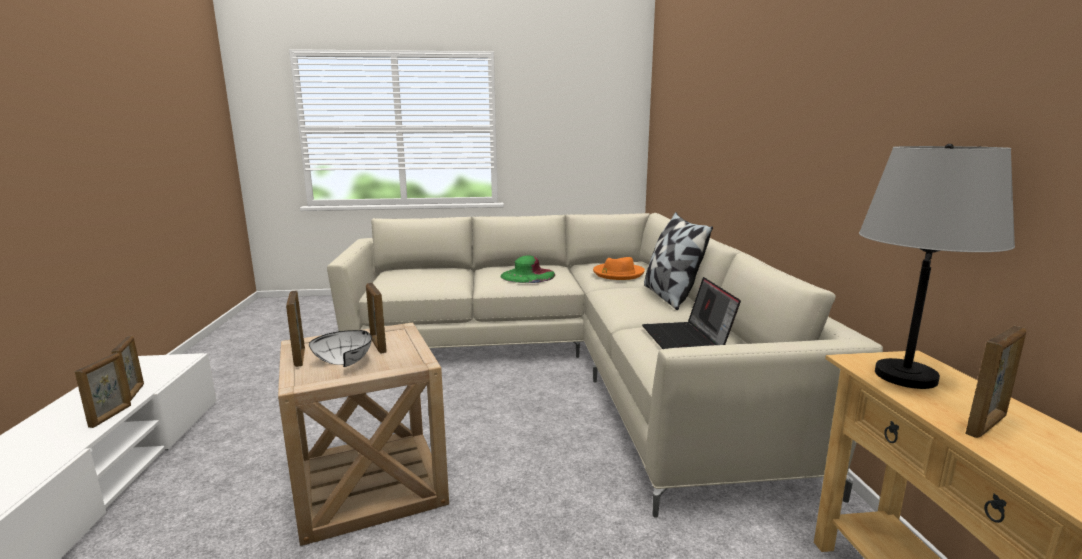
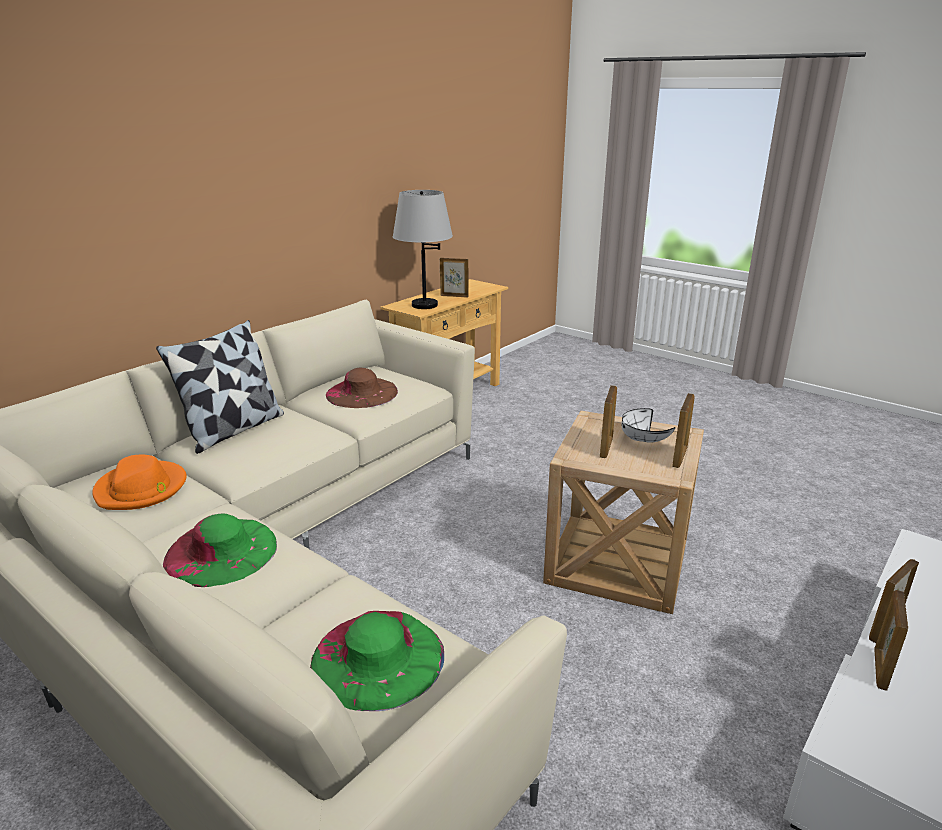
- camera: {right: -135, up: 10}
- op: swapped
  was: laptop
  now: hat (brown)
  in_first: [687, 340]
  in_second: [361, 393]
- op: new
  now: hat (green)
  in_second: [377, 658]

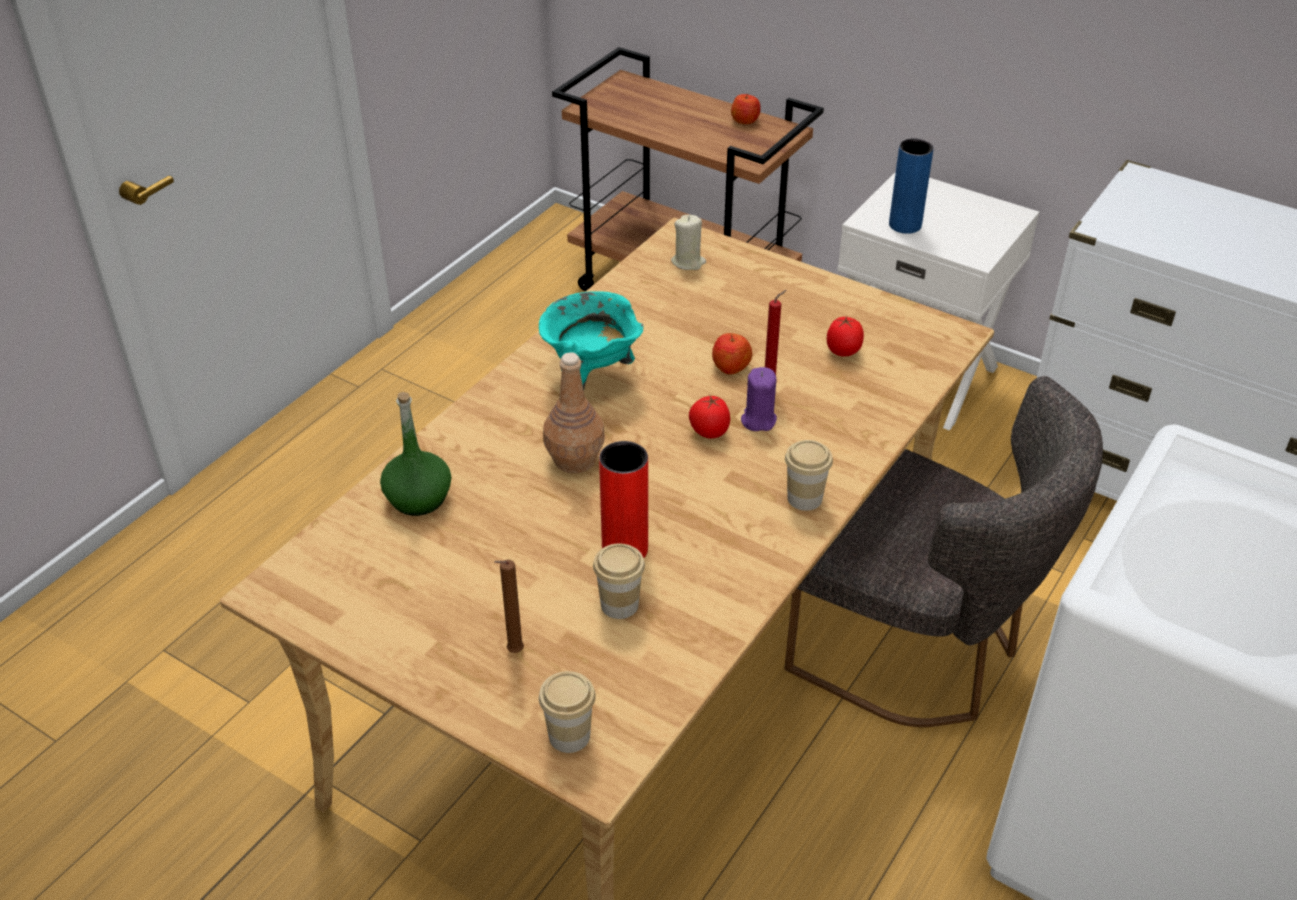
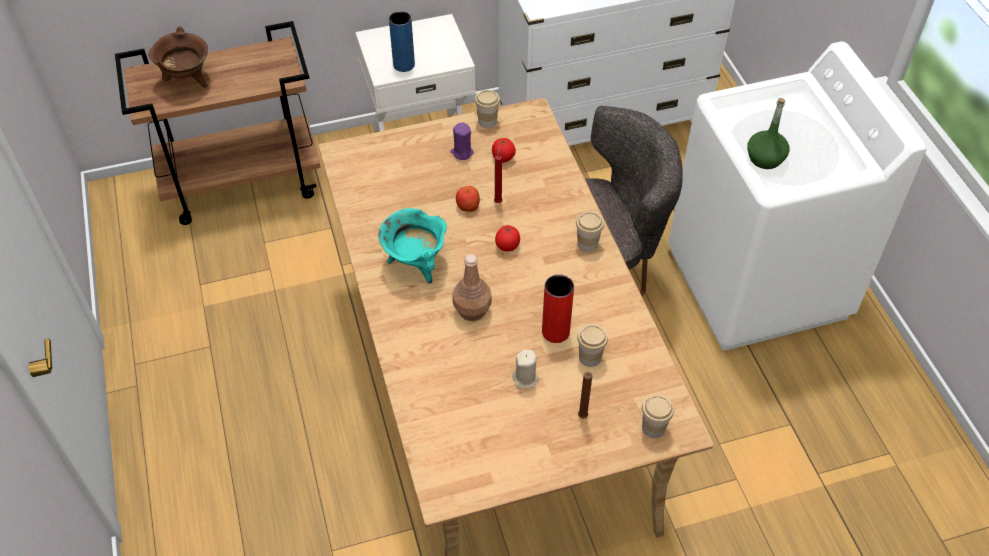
- camera: {right: -50, up: 10}
- op: shifted
  was: bottle (green)
  in_first: [419, 498]
  in_second: [765, 158]
- op: shifted
  was: candle (beige)
  in_first: [688, 262]
  in_second: [525, 378]
- op: gone
  was: apple
  in_first: [745, 120]
- op: shifted
  was: candle (purple)
  in_first: [758, 420]
  in_second: [462, 152]
- op: new
  now: cooking pot (brown)
  in_second: [187, 80]
- op: new
  now: cup
  in_second: [487, 121]

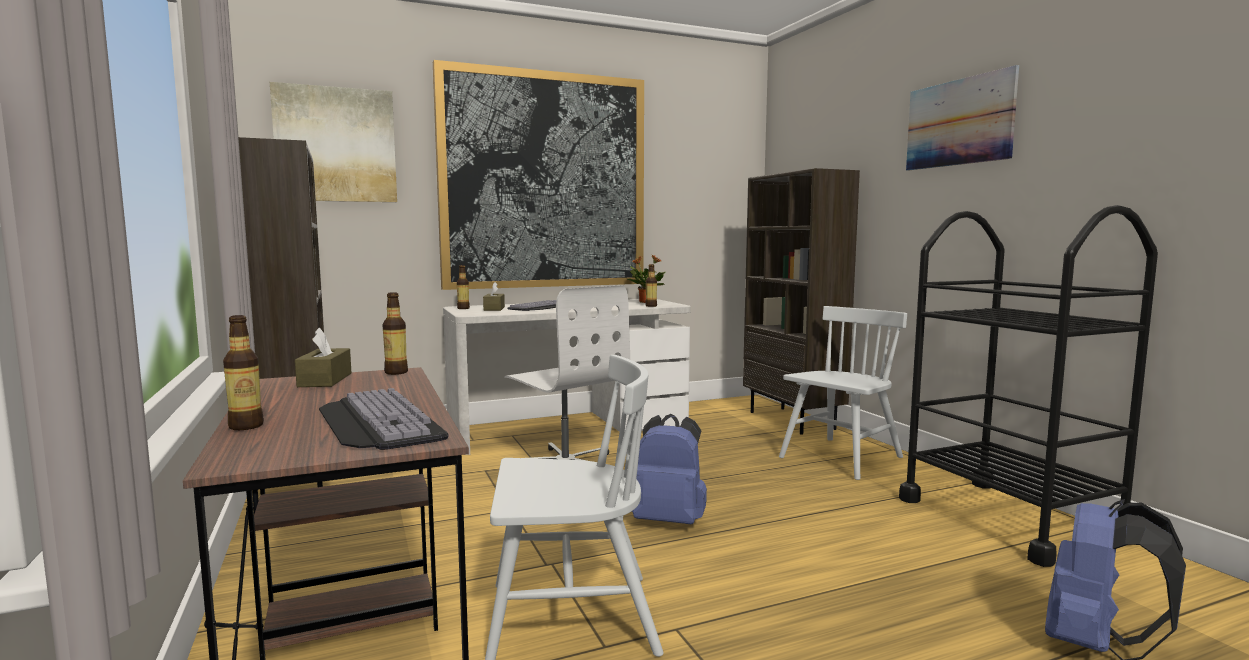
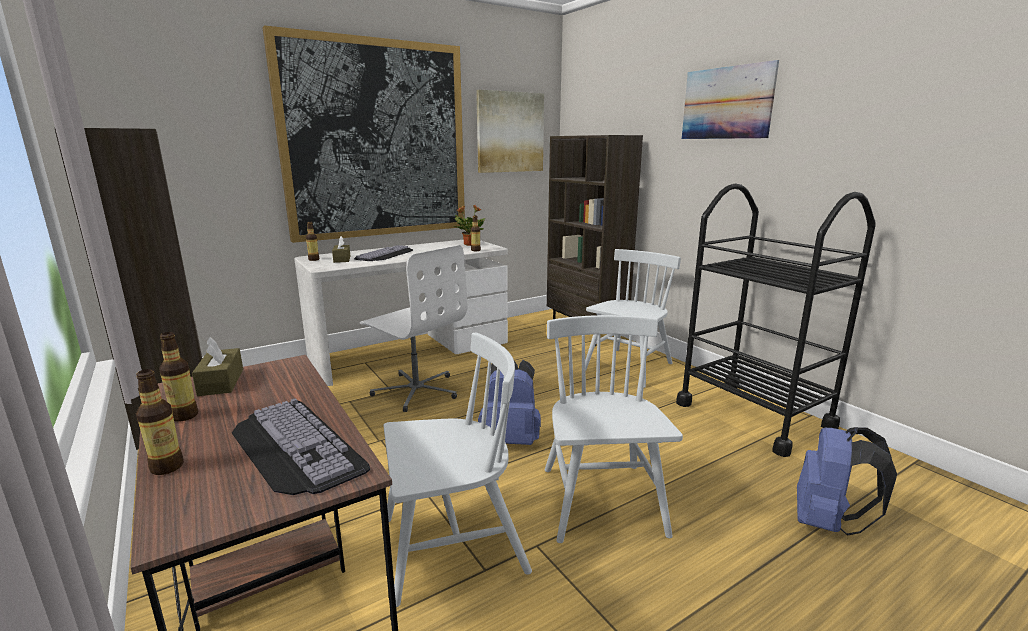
- camera: {right: -10, up: 10}
- op: shifted
  was: picture
  in_first: [336, 145]
  in_second: [510, 132]
- op: shifted
  was: bottle
  in_first: [396, 372]
  in_second: [184, 416]
- op: new
  now: chair (white)
  in_second: [602, 501]

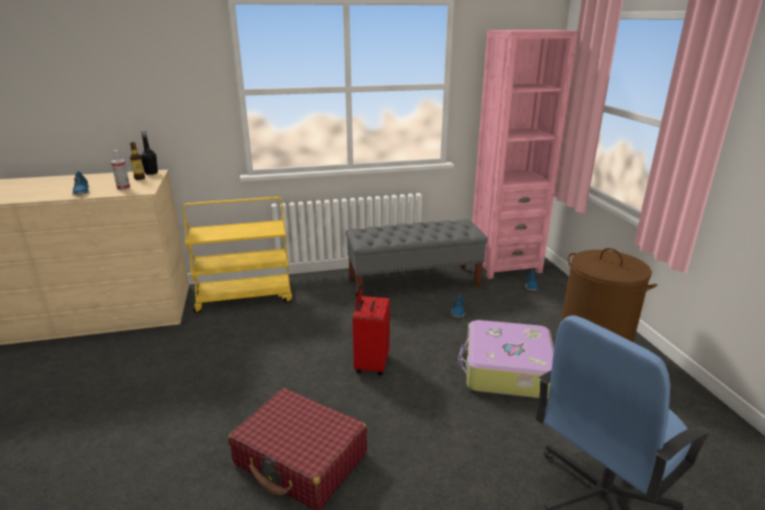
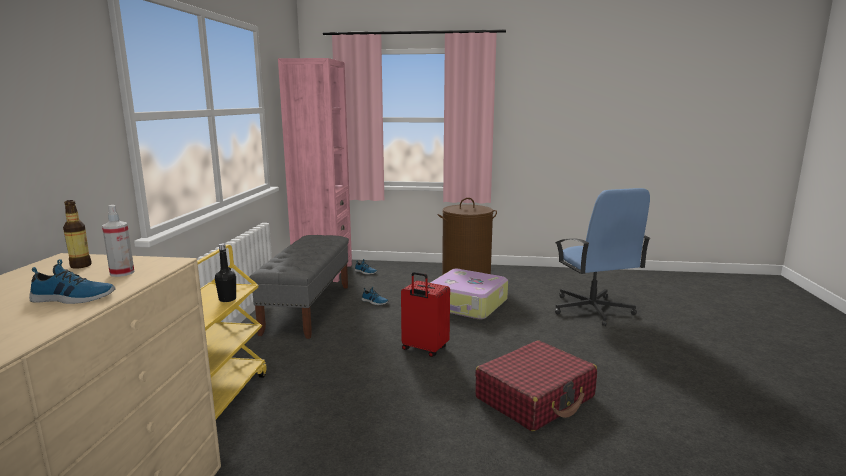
- camera: {right: -70, up: -10}
- op: shifted
  was: bottle (black)
  in_first: [151, 173]
  in_second: [227, 299]

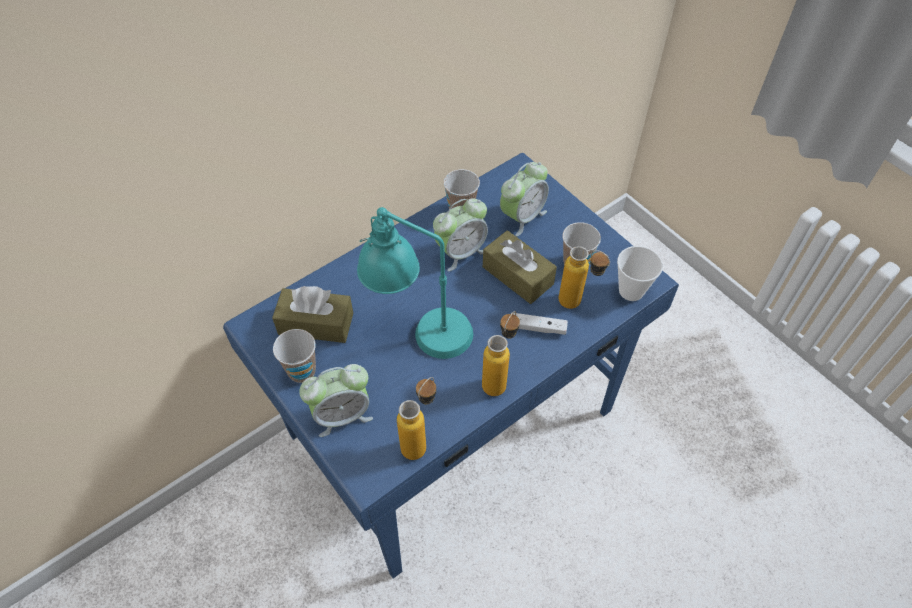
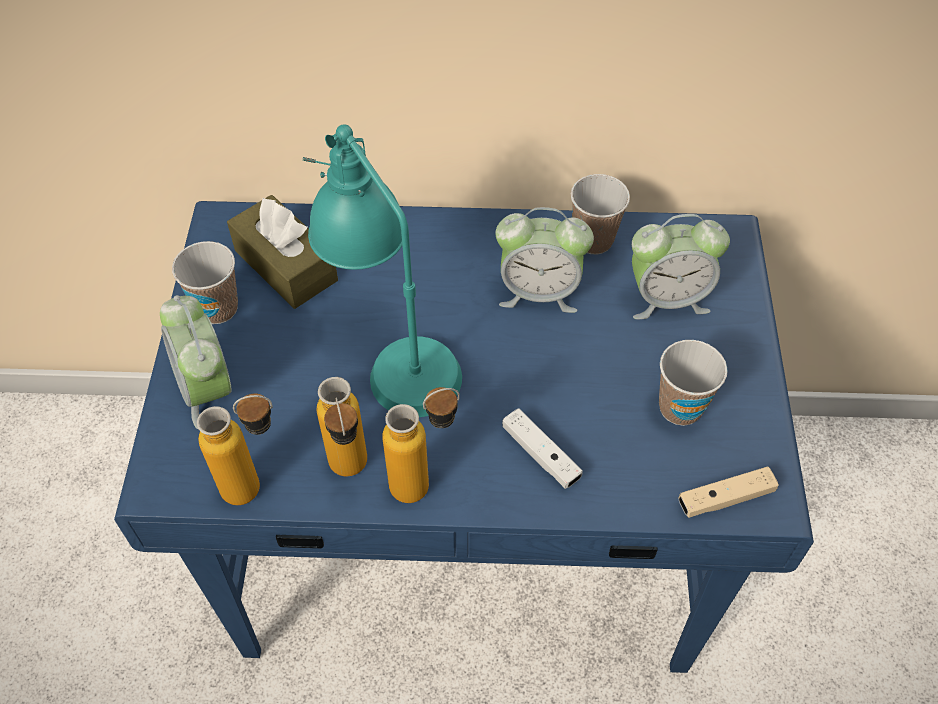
- camera: {right: 40, up: 0}
- op: rotated
  was: alarm clock
  in_first: [342, 415]
  in_second: [207, 389]
  clockwise: 45
- op: gone
  was: tissue box (brown)
  in_first: [517, 275]
- op: shifted
  was: bottle
  in_first: [577, 305]
  in_second: [351, 475]
- op: swapped
  was: cup
  now: game controller (beige)
  in_first: [631, 291]
  in_second: [725, 498]

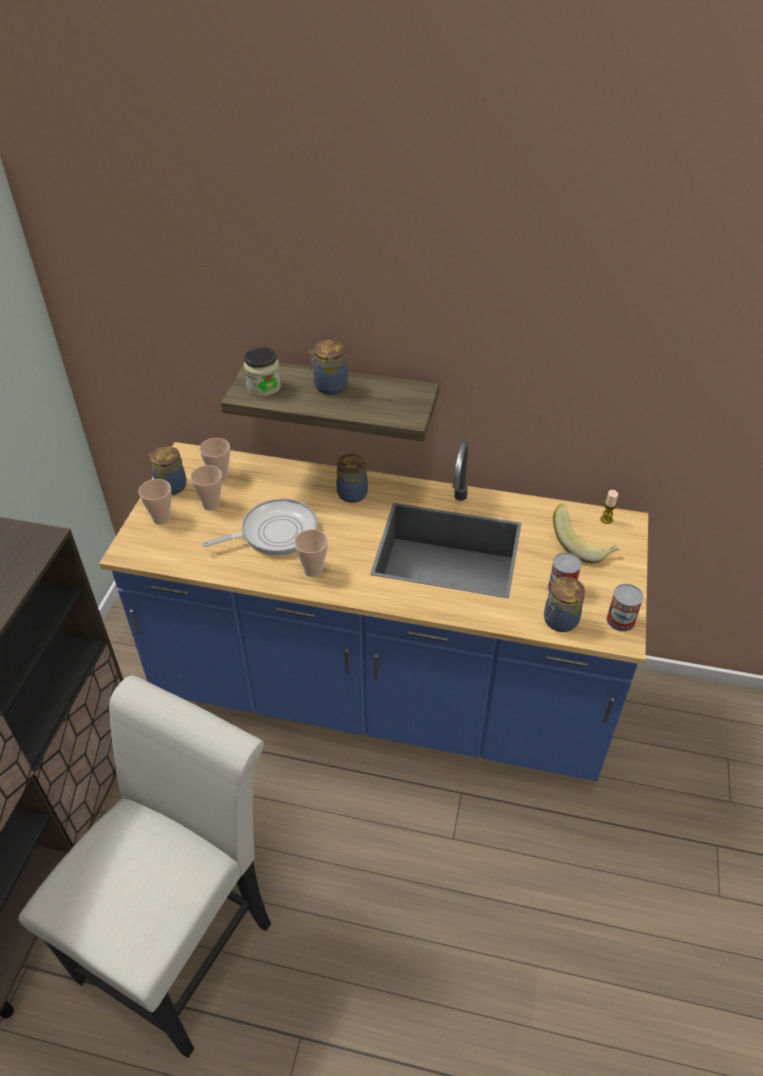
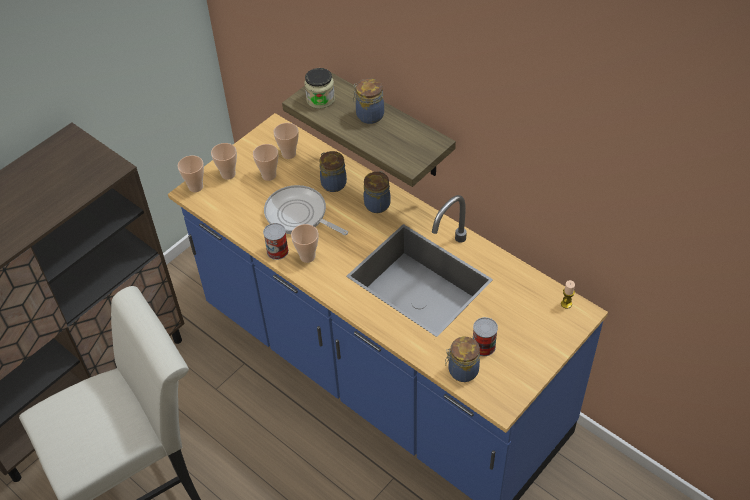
- camera: {right: 30, up: 5}
- op: shifted
  was: jar
  in_first: [170, 486]
  in_second: [333, 183]
- op: rotated
  was: frying pan
  in_first: [274, 533]
  in_second: [299, 215]
  clockwise: -150
- op: gone
  was: banana
  in_first: [582, 546]
- op: shifted
  was: can
  in_first: [620, 620]
  in_second: [277, 251]
- op: new
  now: cup
  in_second: [196, 187]

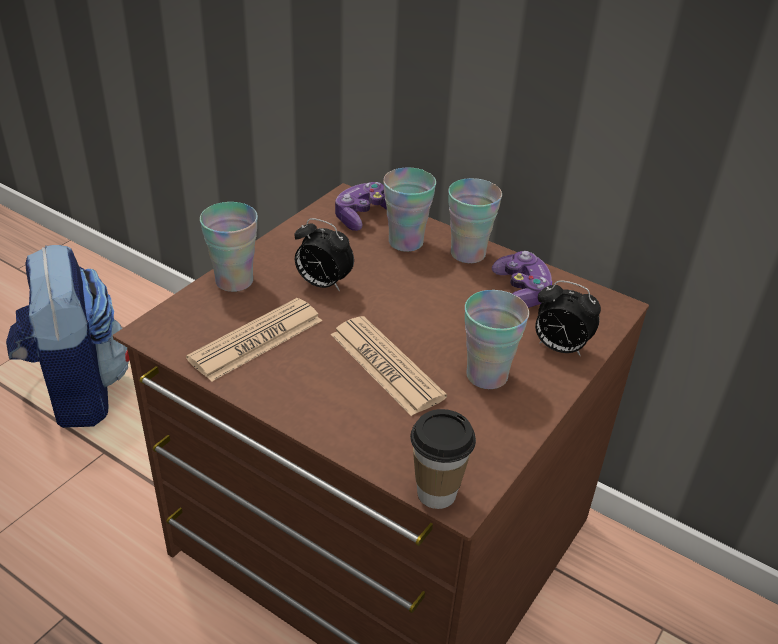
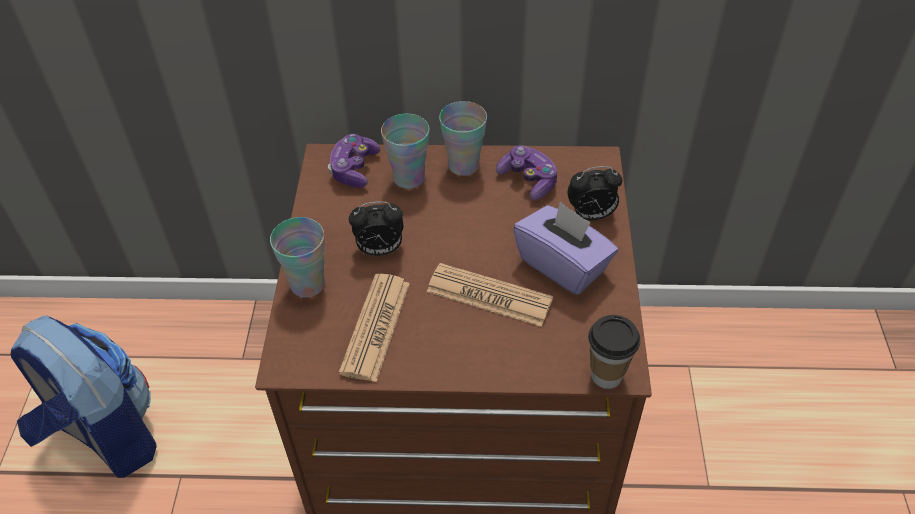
- camera: {right: -30, up: 10}
- op: swapped
  was: cup
  now: tissue box (purple)
  in_first: [487, 375]
  in_second: [563, 265]

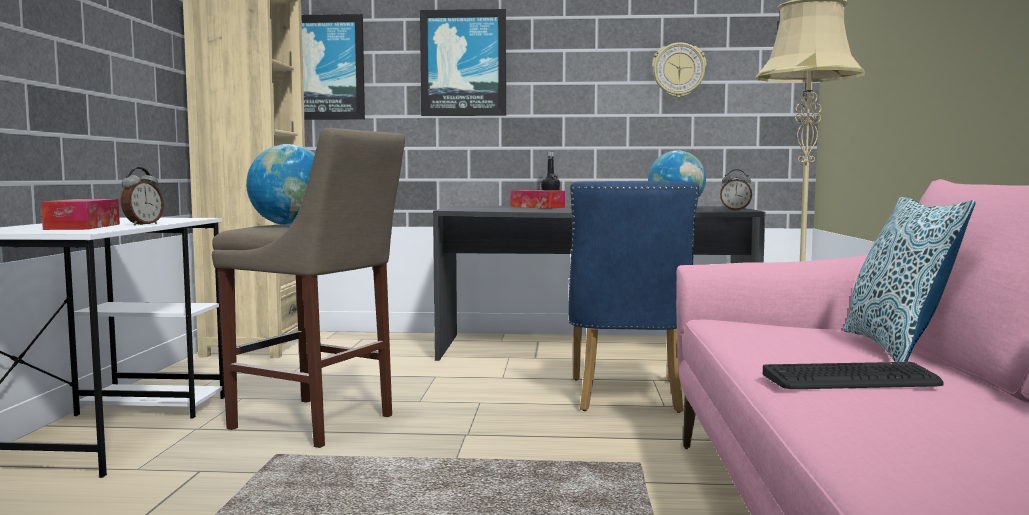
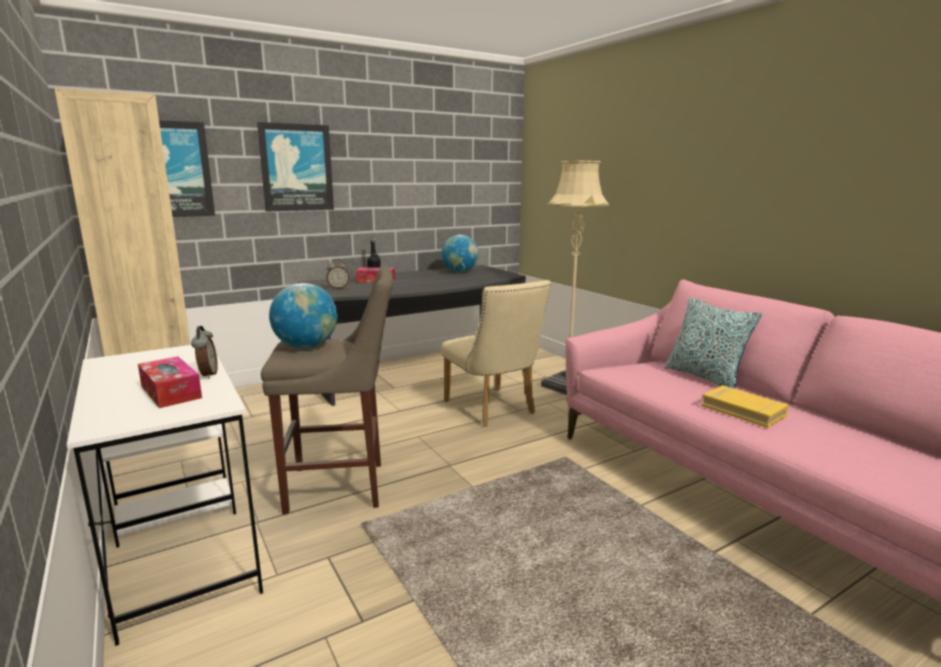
- camera: {right: -35, up: 10}
- op: repainted
  was: chair (blue)
  now: chair (beige)
  in_first: [626, 398]
  in_second: [493, 410]
- op: gone
  was: wall clock
  in_first: [678, 70]
- op: shifted
  was: alarm clock
  in_first: [735, 210]
  in_second: [338, 288]
- op: swapped
  was: keyboard
  now: book (yellow)
  in_first: [851, 379]
  in_second: [743, 411]

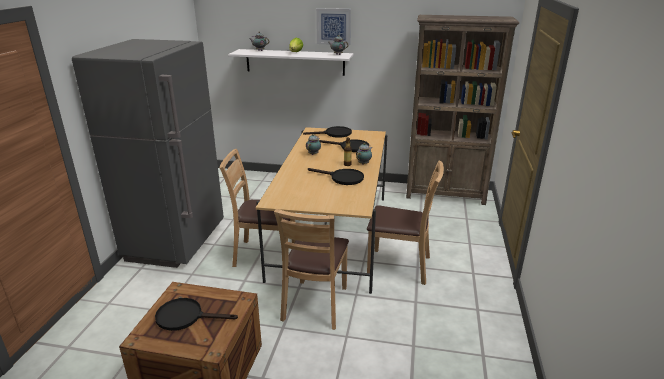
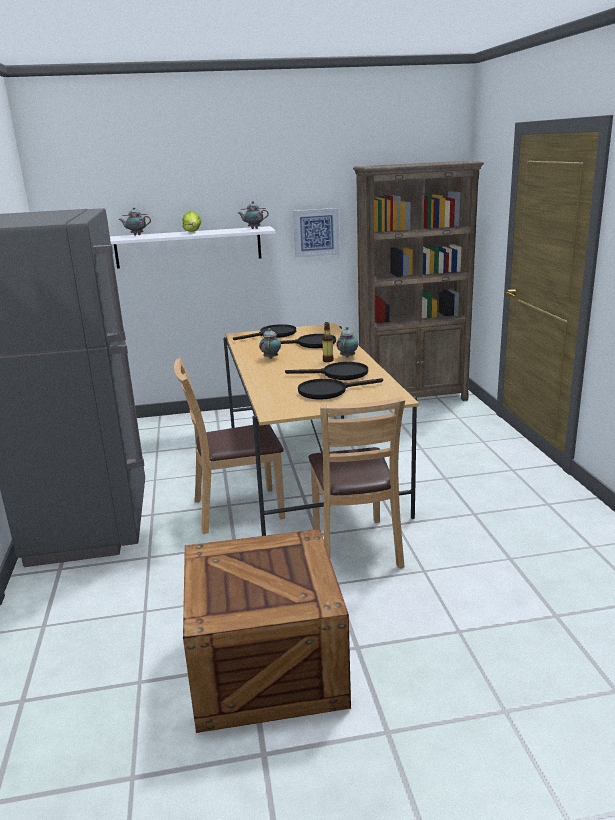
- camera: {right: -20, up: -5}
- op: shifted
  was: frying pan (black)
  in_first: [186, 317]
  in_second: [329, 391]
- op: shifted
  was: picture
  in_first: [333, 26]
  in_second: [316, 232]
- op: gone
  was: chair (brown)
  in_first: [400, 266]

